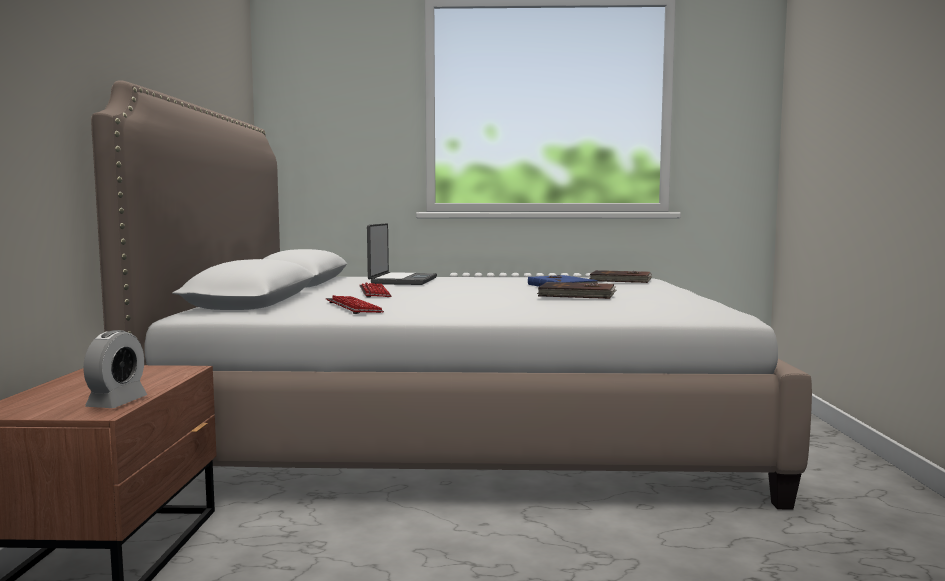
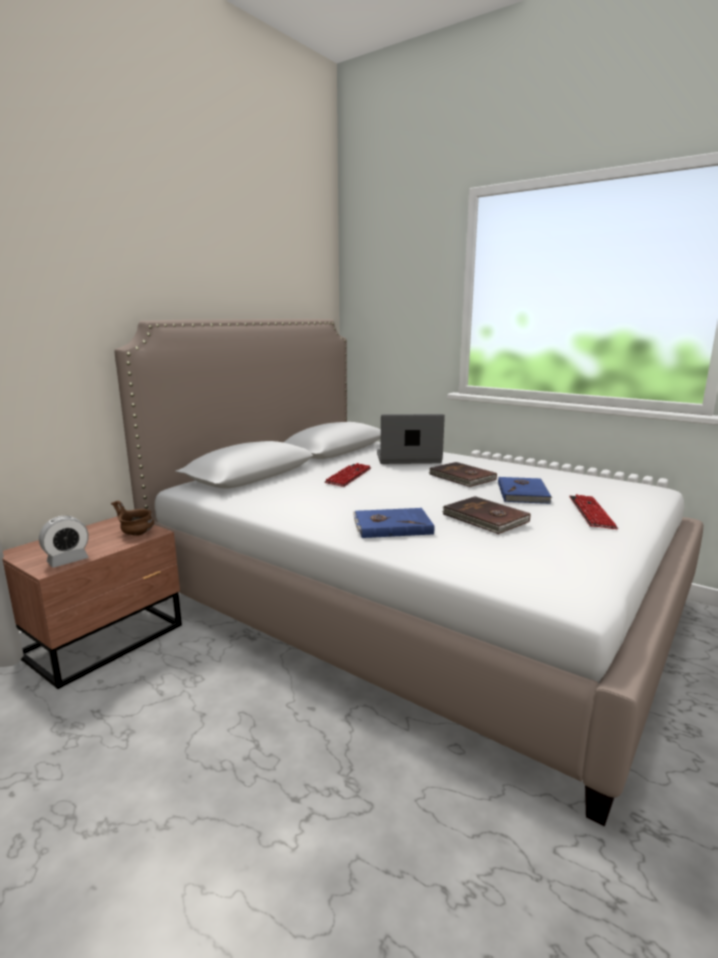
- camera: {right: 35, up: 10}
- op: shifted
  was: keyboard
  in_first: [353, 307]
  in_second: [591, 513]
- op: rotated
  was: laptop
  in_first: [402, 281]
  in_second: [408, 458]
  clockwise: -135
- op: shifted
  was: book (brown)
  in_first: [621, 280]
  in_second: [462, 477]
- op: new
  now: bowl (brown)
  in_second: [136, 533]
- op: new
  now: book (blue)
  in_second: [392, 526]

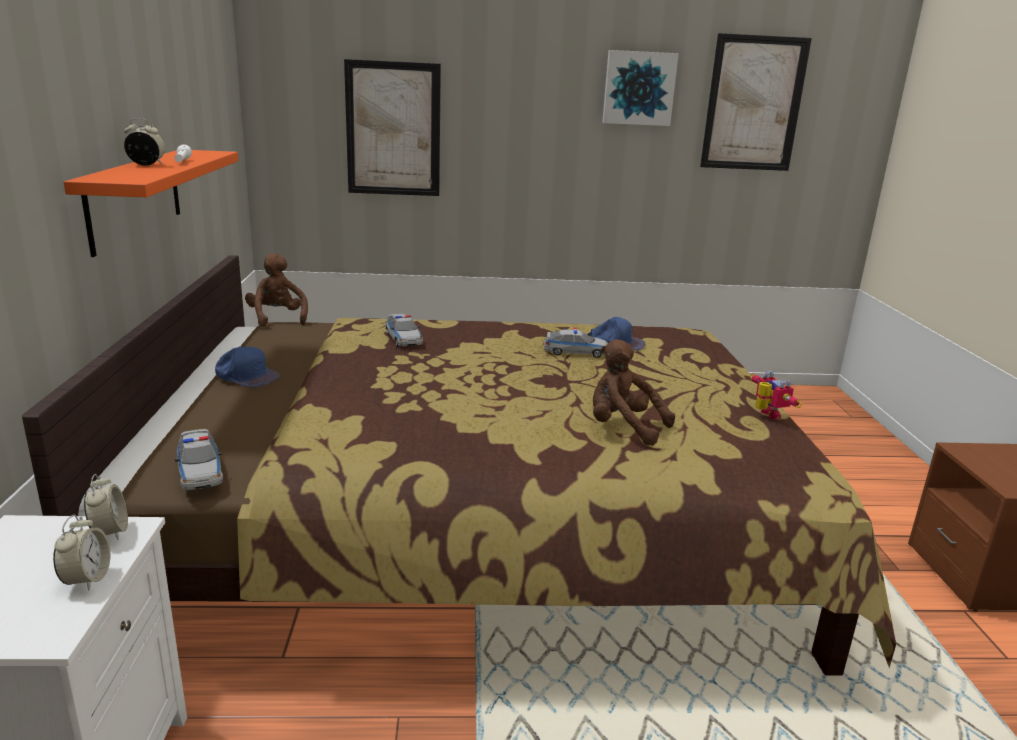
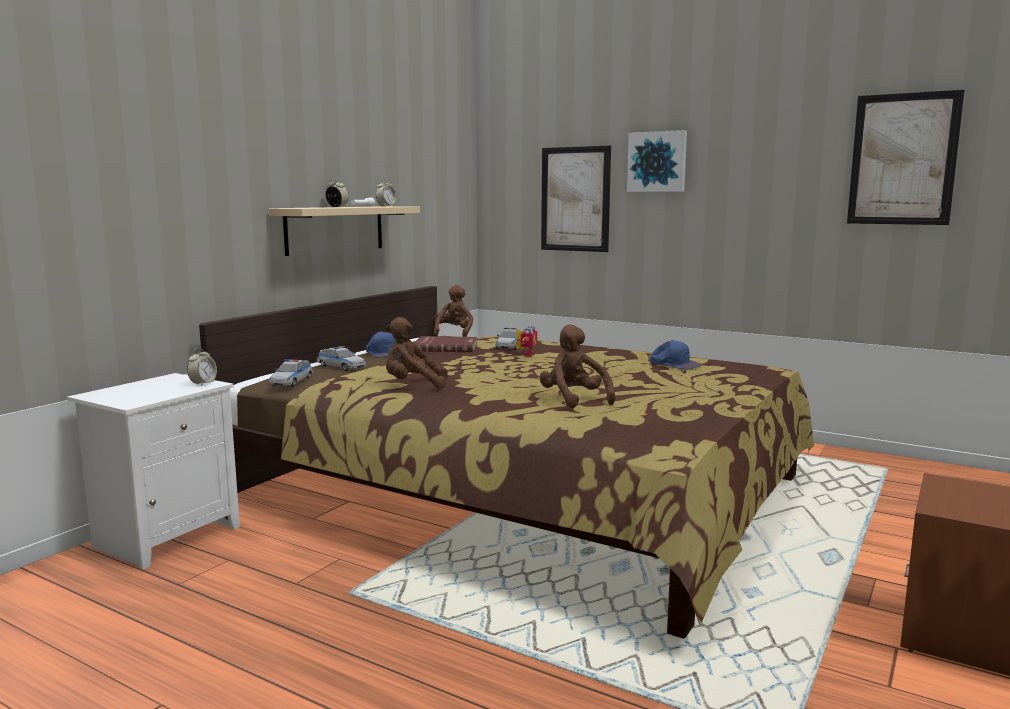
- camera: {right: 35, up: -10}
- op: shifted
  was: alarm clock
  in_first: [87, 579]
  in_second: [386, 206]
- op: repainted
  was: shelf (orange)
  now: shelf (beige)
  in_first: [135, 198]
  in_second: [335, 229]
- op: shifted
  was: toy car
  in_first: [575, 352]
  in_second: [341, 366]
- op: shifted
  was: picture
  in_first: [638, 88]
  in_second: [657, 162]
- op: shifted
  was: toy robot
  in_first: [766, 415]
  in_second: [525, 355]
- op: new
  now: plush toy (brown)
  in_second: [413, 385]
- op: new
  now: book (red)
  in_second: [446, 347]

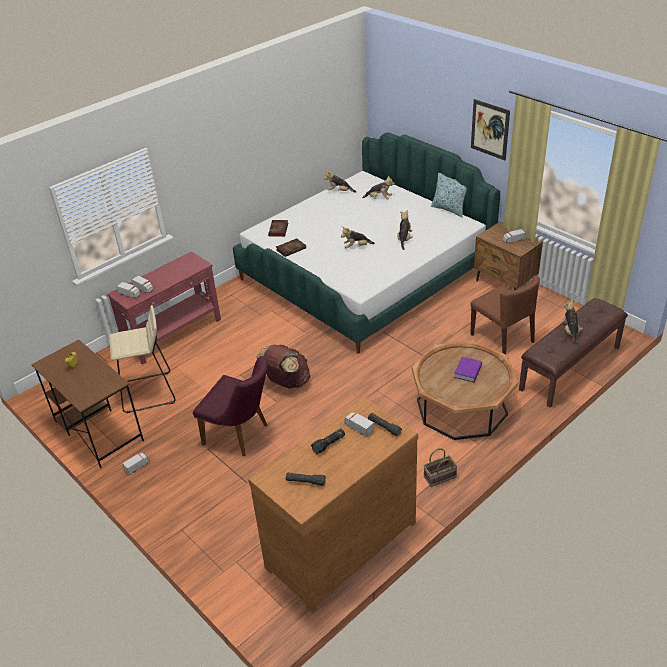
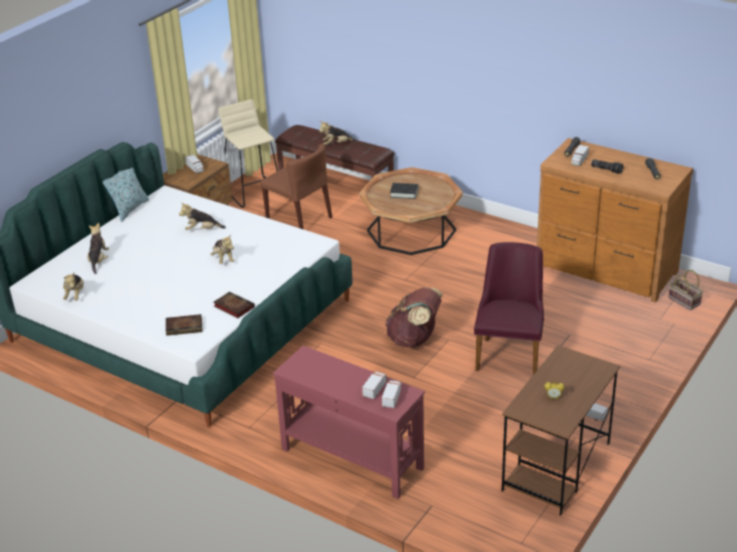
- camera: {right: -105, up: -5}
- op: shifted
  was: stool (beige)
  in_first: [148, 392]
  in_second: [253, 192]
- op: shifted
  was: basket
  in_first: [439, 477]
  in_second: [685, 301]
- op: repainted
  was: book (purple)
  now: book (black)
  in_first: [468, 371]
  in_second: [404, 193]
- op: rotated
  was: chair (brown)
  in_first: [502, 338]
  in_second: [299, 218]
  clockwise: 90
- op: gone
  was: picture
  in_first: [490, 129]

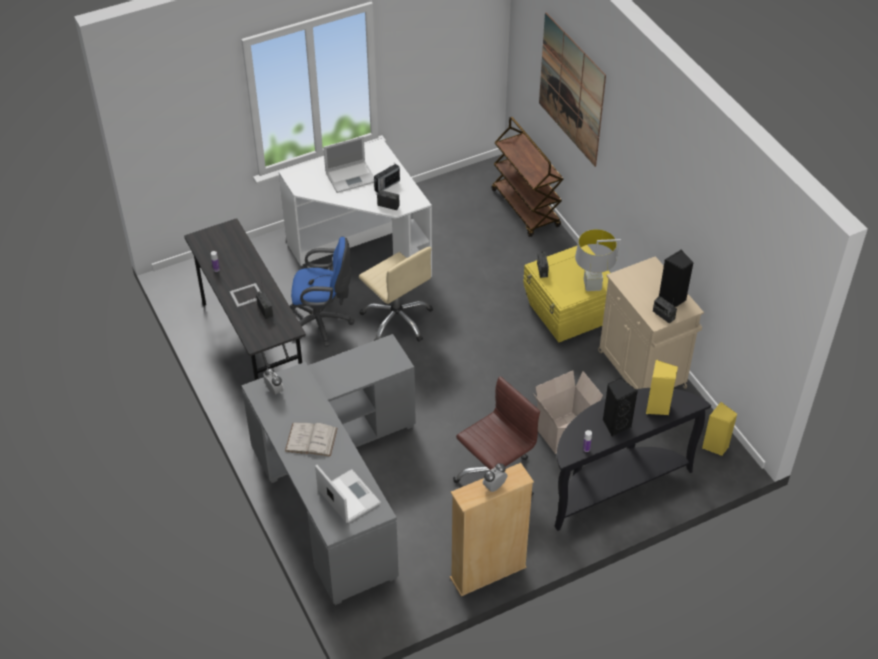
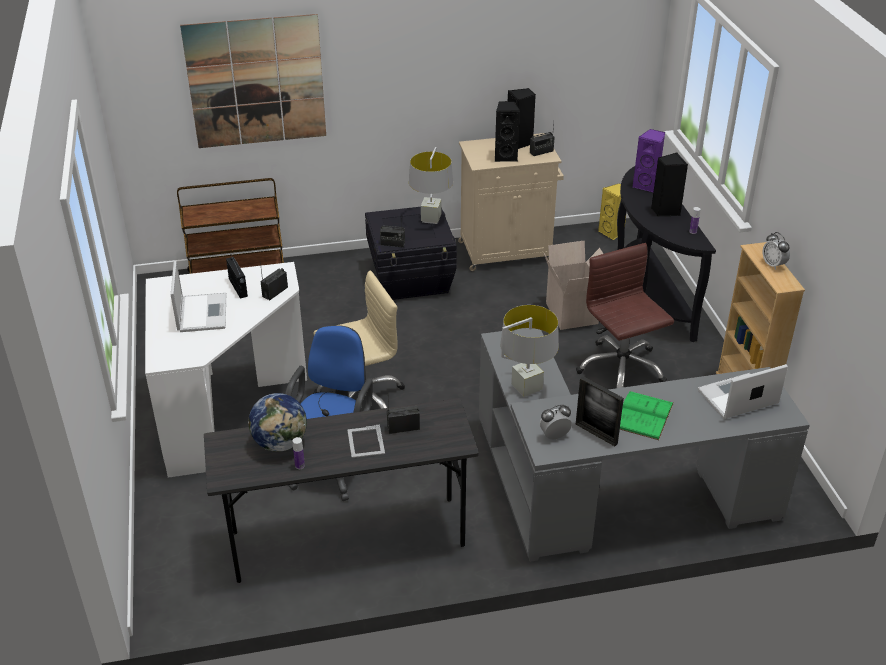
- camera: {right: -75, up: -10}
- op: repainted
  was: book (white)
  now: book (green)
  in_first: [311, 439]
  in_second: [643, 415]
- op: repainted
  was: storage box (yellow)
  now: storage box (black)
  in_first: [568, 314]
  in_second: [411, 279]
- op: repainted
  was: speaker (yellow)
  now: speaker (purple)
  in_first: [658, 407]
  in_second: [647, 185]
- op: new
  now: globe
  in_second: [280, 443]
- op: new
  now: speaker (black)
  in_second: [505, 156]
- op: new
  now: table lamp (grey)
  in_second: [526, 388]
- op: new
  now: picture frame
  in_second: [596, 434]

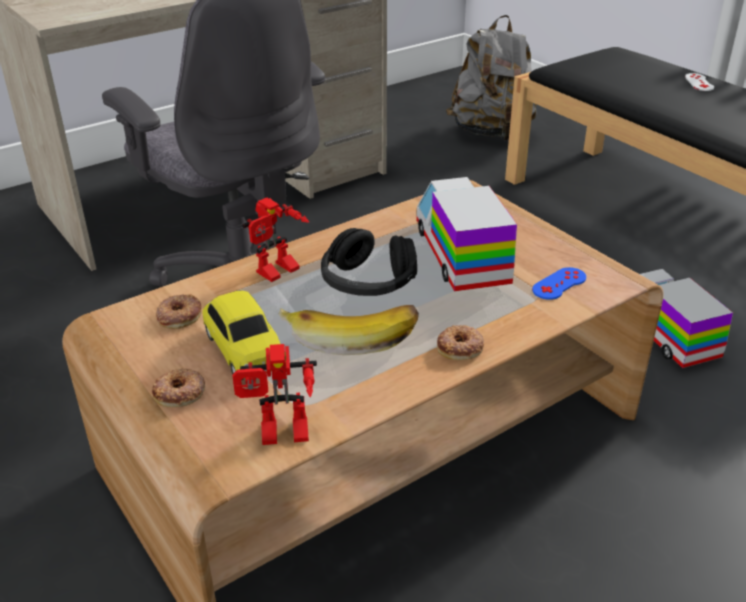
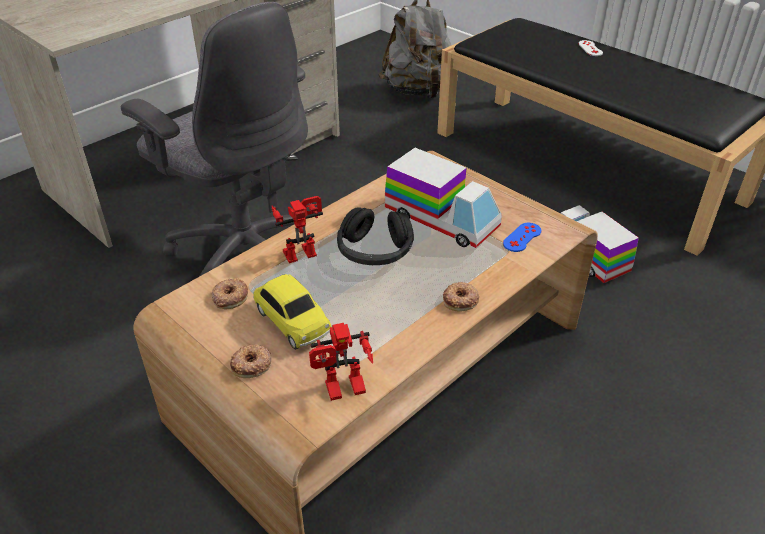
- camera: {right: -10, up: 5}
- op: rotated
  was: toy robot
  in_first: [278, 273]
  in_second: [300, 250]
  clockwise: -150
- op: gone
  was: banana
  in_first: [351, 335]
- op: rotated
  was: toy truck
  in_first: [461, 255]
  in_second: [441, 220]
  clockwise: 150

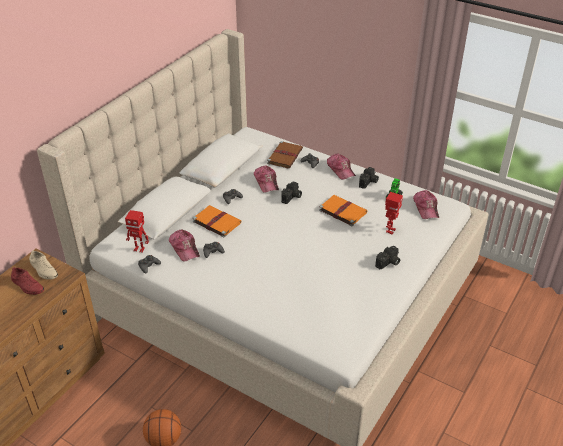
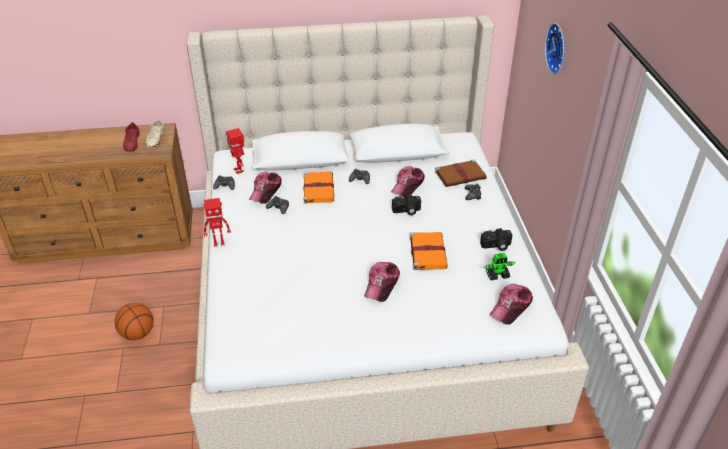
- camera: {right: 50, up: 0}
- op: shifted
  was: cap
  in_first: [340, 169]
  in_second: [382, 284]
- op: gone
  was: photo camera
  in_first: [388, 263]
- op: shifted
  was: toy robot
  in_first: [390, 230]
  in_second: [219, 242]
- op: new
  now: wall clock
  in_second: [558, 48]

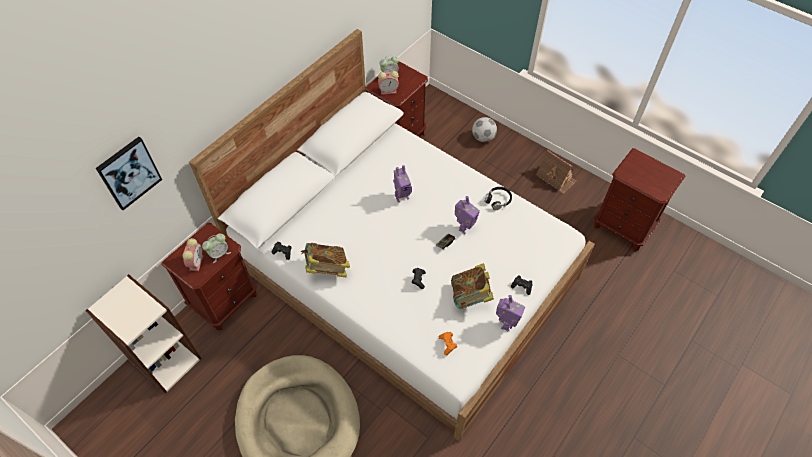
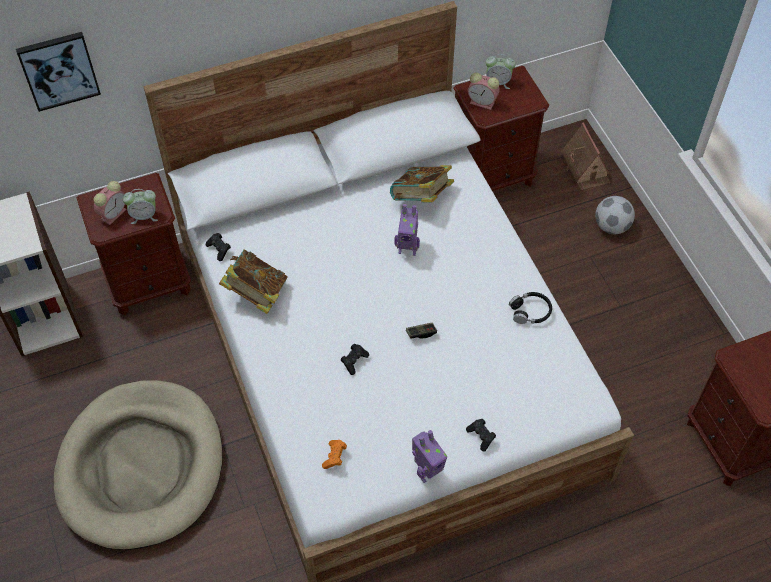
- camera: {right: 30, up: 0}
- op: shifted
  was: book
  in_first: [470, 296]
  in_second: [421, 199]
- op: gone
  was: toy robot
  in_first: [464, 228]
- op: shifted
  was: toy house
  in_first: [555, 178]
  in_second: [585, 168]

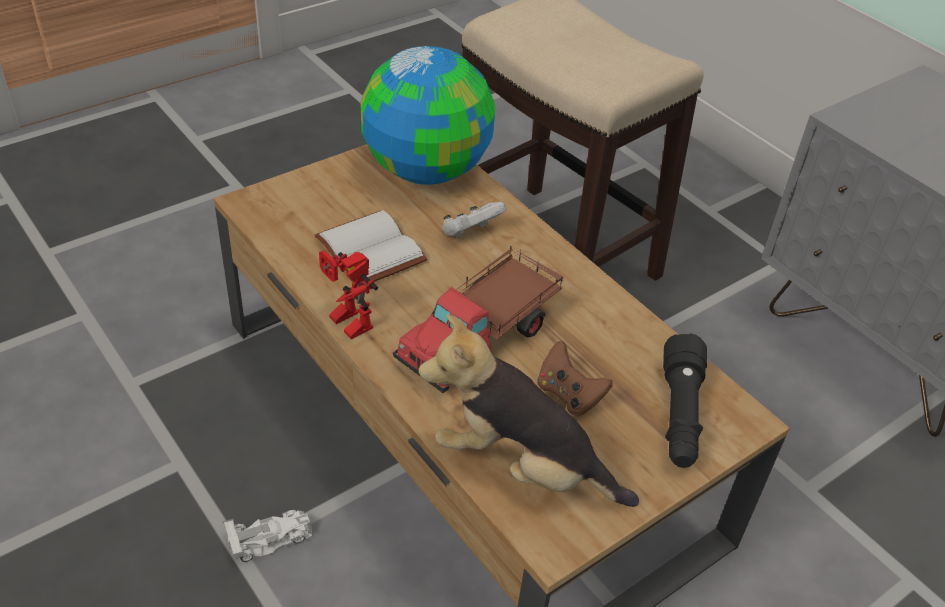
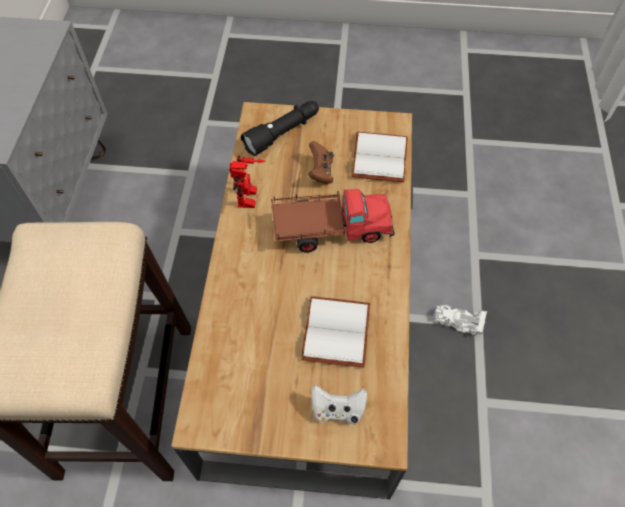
- camera: {right: -135, up: 15}
- op: shifted
  was: toy robot
  in_first: [344, 323]
  in_second: [250, 199]
- op: gone
  was: globe
  in_first: [427, 170]
- op: swapped
  was: plush toy
  now: book (white)
  in_first: [521, 467]
  in_second: [377, 157]
- op: shifted
  was: game controller (white)
  in_first: [470, 233]
  in_second: [338, 410]

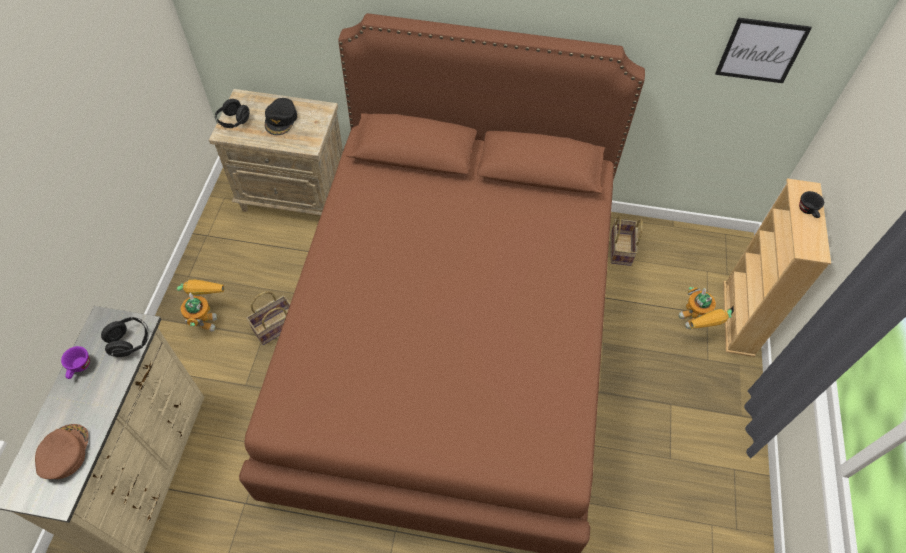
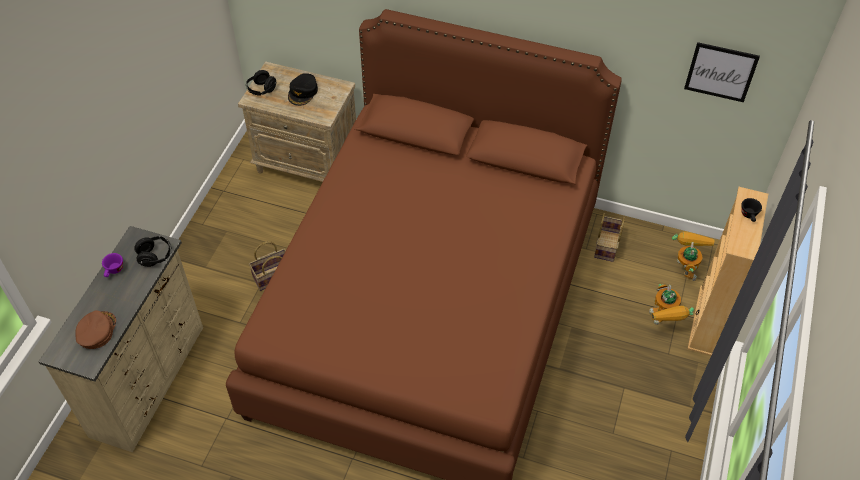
- camera: {right: 10, up: -5}
- op: shifted
  was: toy robot
  in_first: [206, 316]
  in_second: [685, 267]

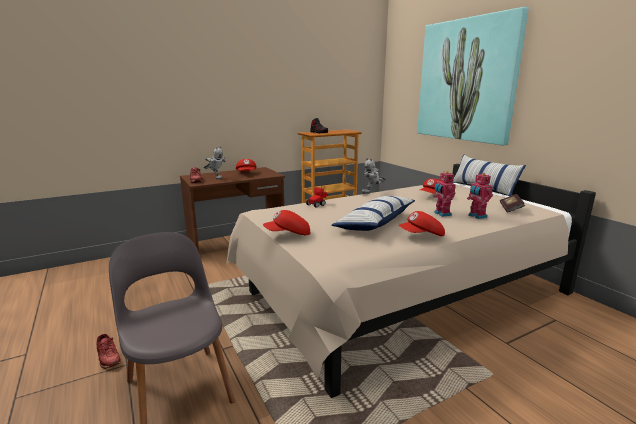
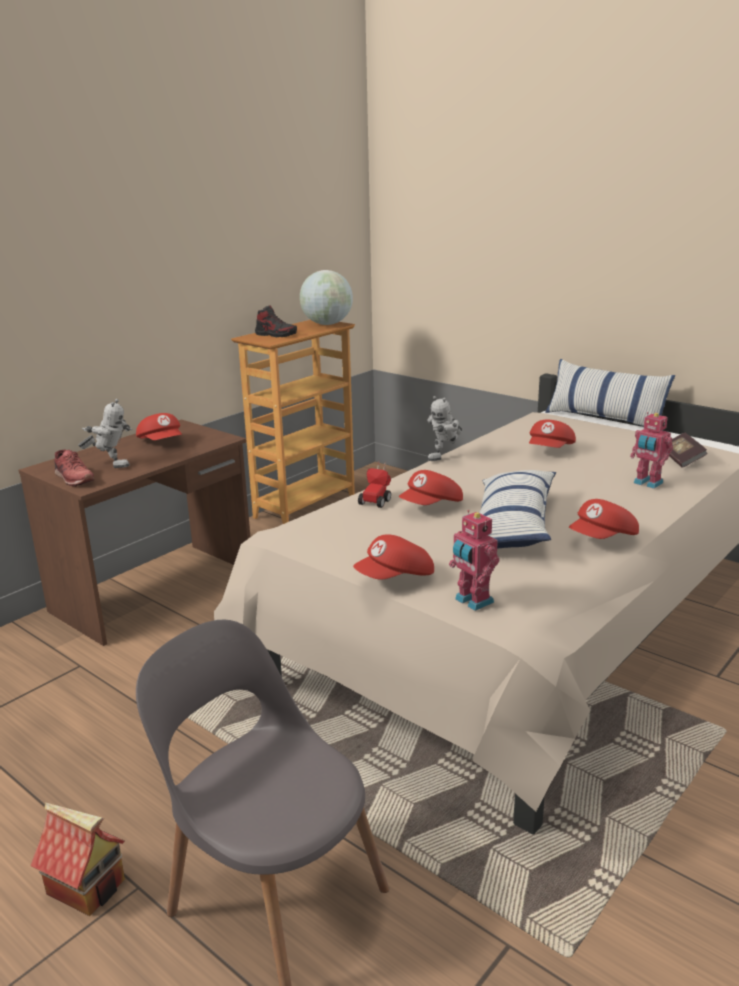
- camera: {right: -20, up: 5}
- op: swapped
  was: shoe (red)
  now: toy house
  in_first: [108, 357]
  in_second: [88, 886]
- op: gone
  was: picture
  in_first: [466, 80]
- op: shifted
  was: toy robot
  in_first: [441, 214]
  in_second: [472, 601]
- op: new
  now: globe
  in_second: [327, 324]
- op: new
  now: cap (red)
  in_second: [431, 506]

